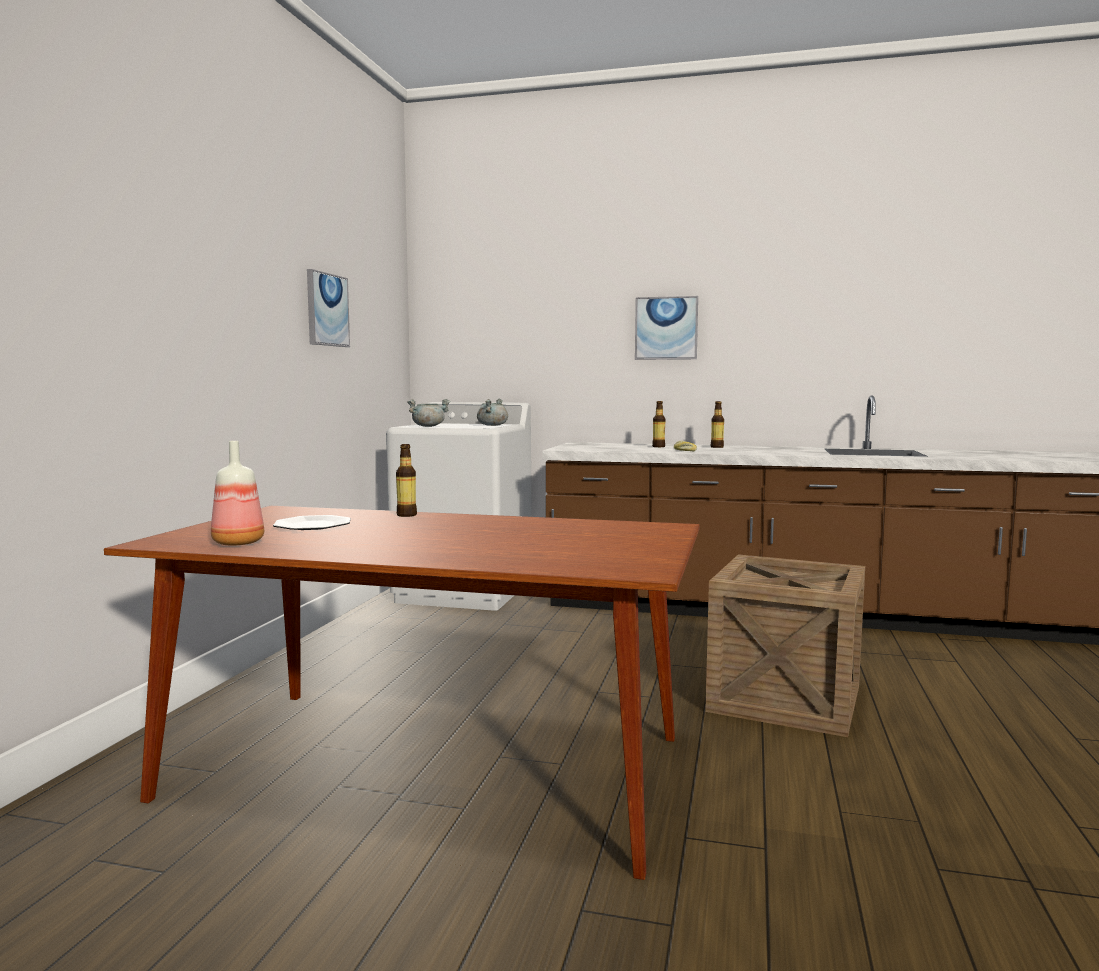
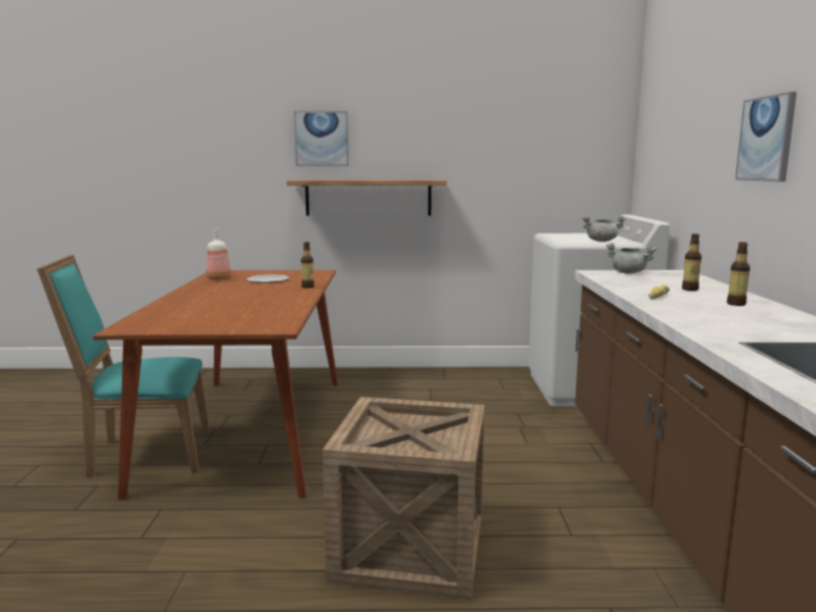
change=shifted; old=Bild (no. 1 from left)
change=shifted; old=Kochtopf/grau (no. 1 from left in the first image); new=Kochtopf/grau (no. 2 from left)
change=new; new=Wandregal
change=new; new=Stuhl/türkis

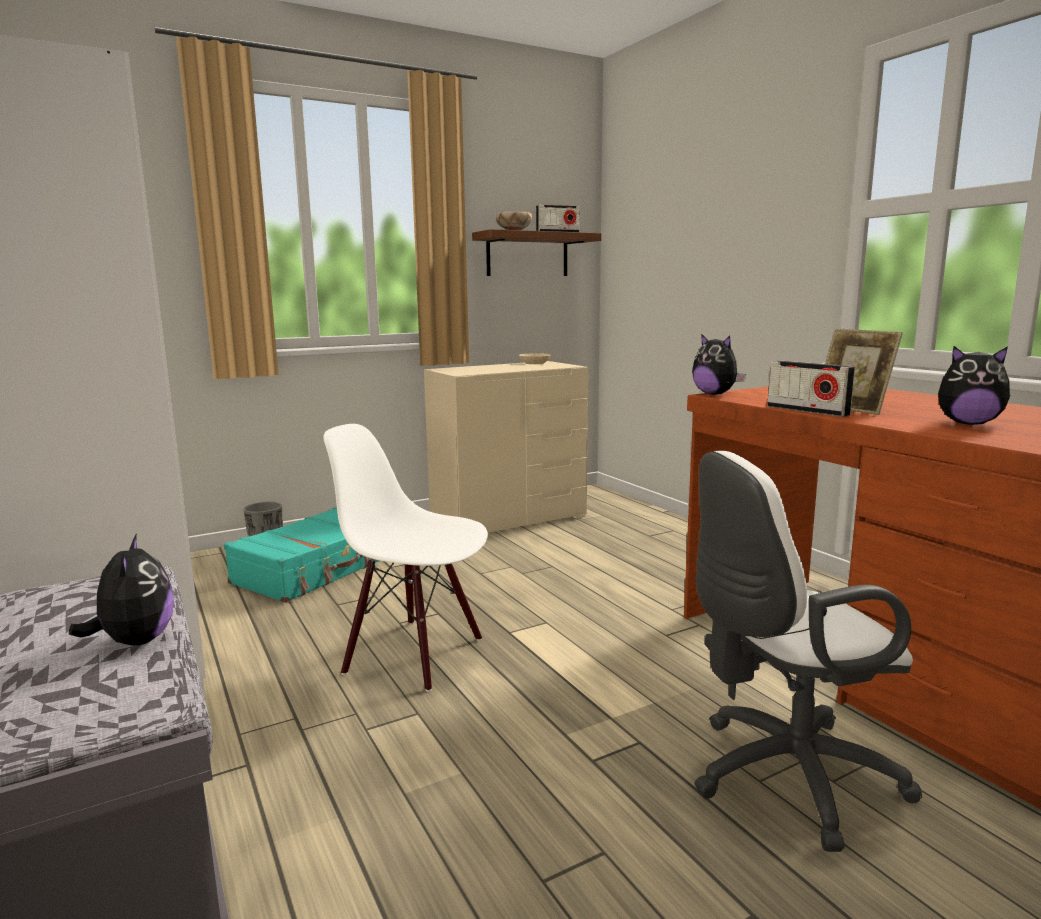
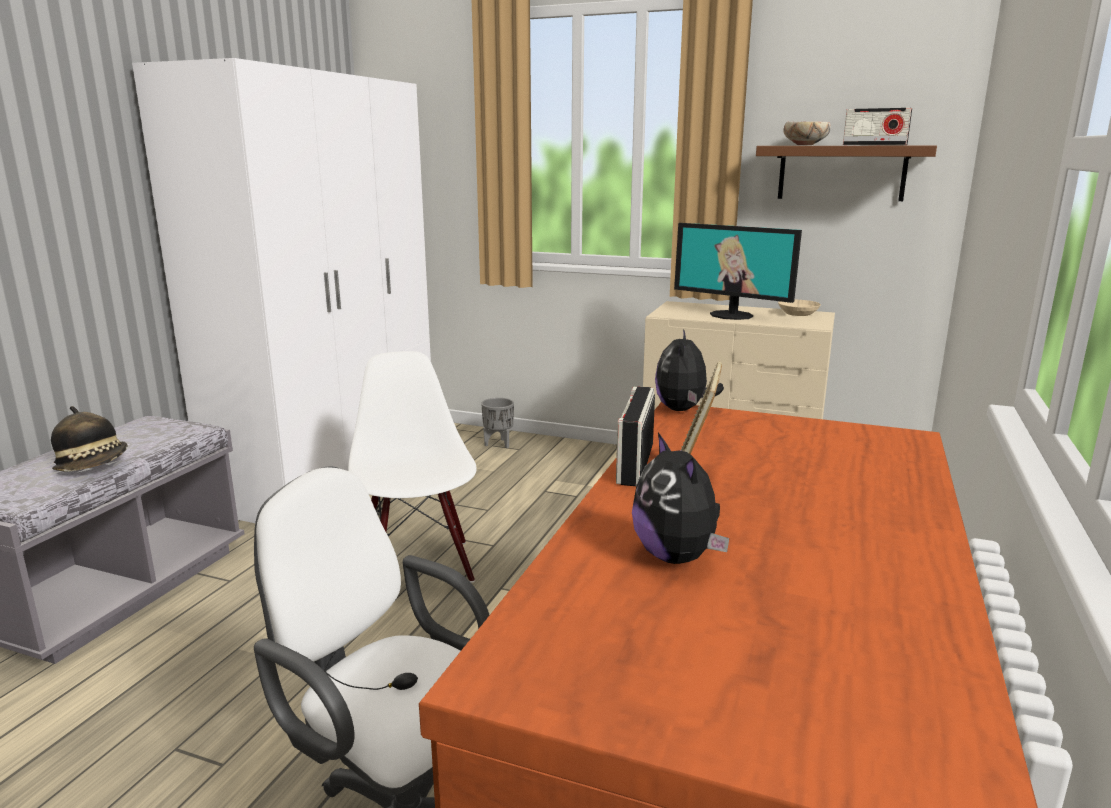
change=gone; old=Koffer/türkis
change=swapped; old=Plüschtier (no. 1 from left); new=Hut
change=new; new=Monitor

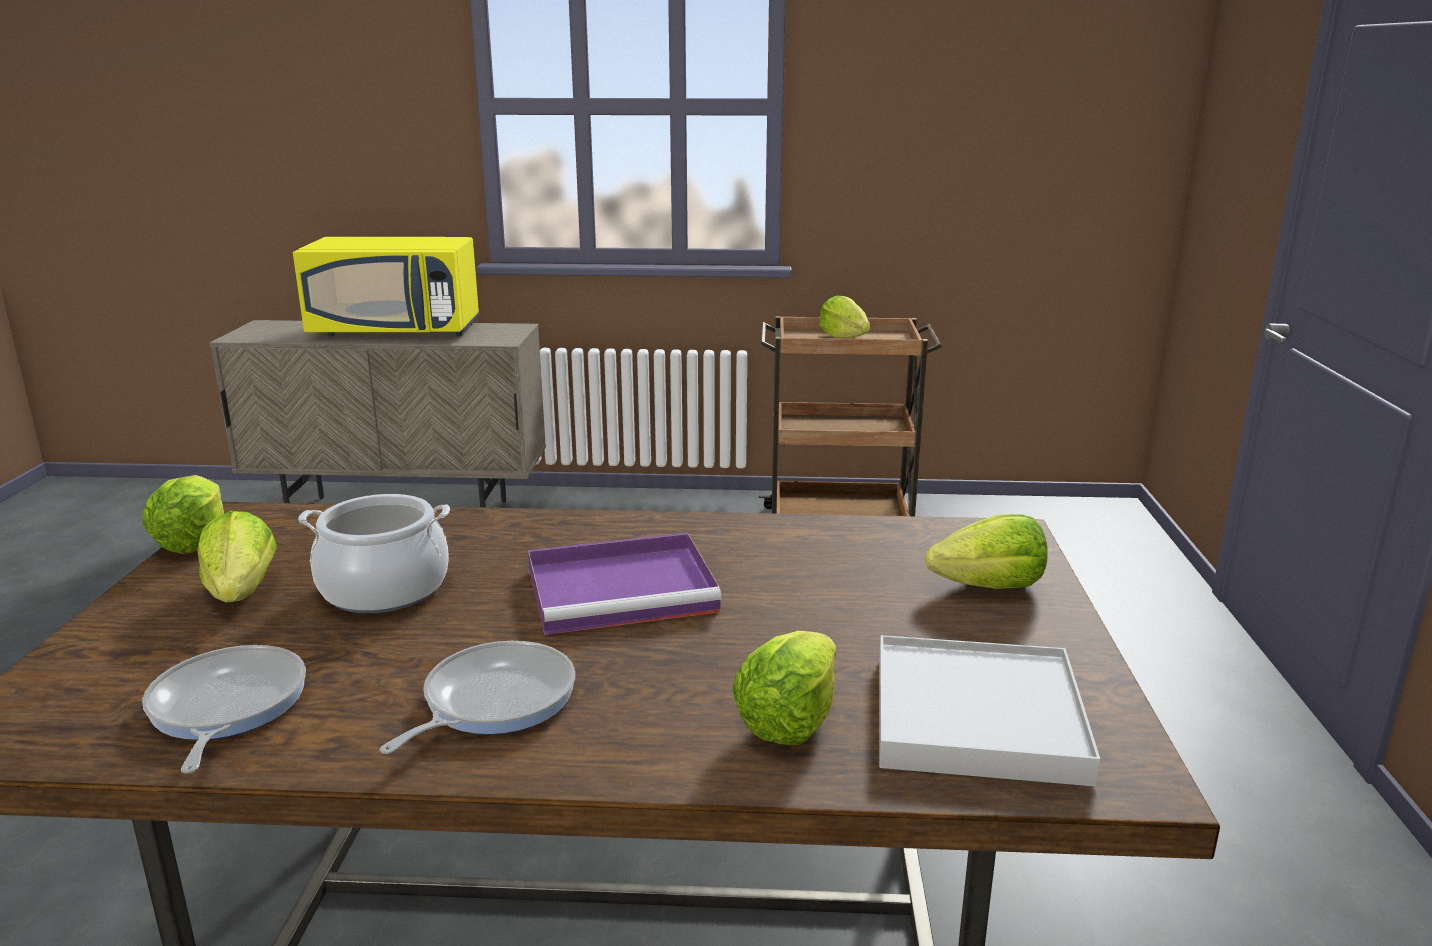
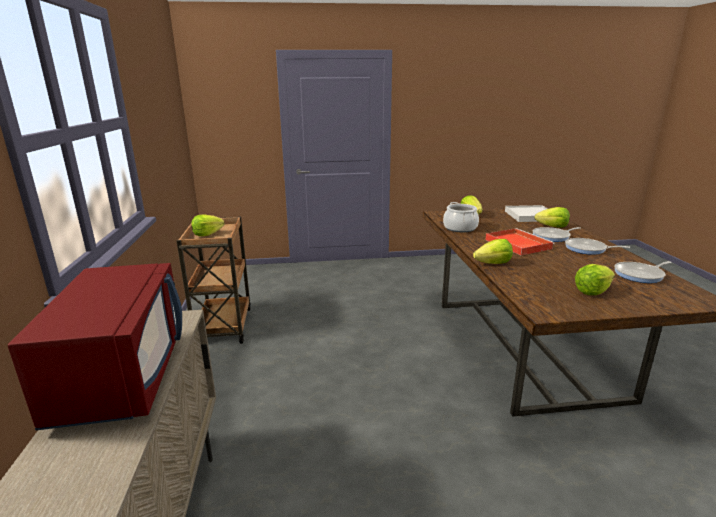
change=repainted; old=Mikrowelle/gelb; new=Mikrowelle/rot
change=shifted; old=Salatkopf (no. 1 from left in the first image); new=Salatkopf (no. 3 from left)
change=shifted; old=Kochtopf
change=repainted; old=Tablett/lila; new=Tablett/rot
change=new; new=Pfanne (no. 1 from left)

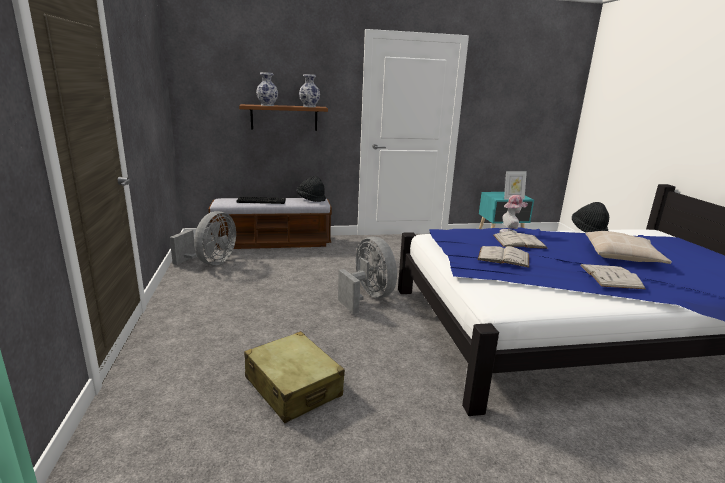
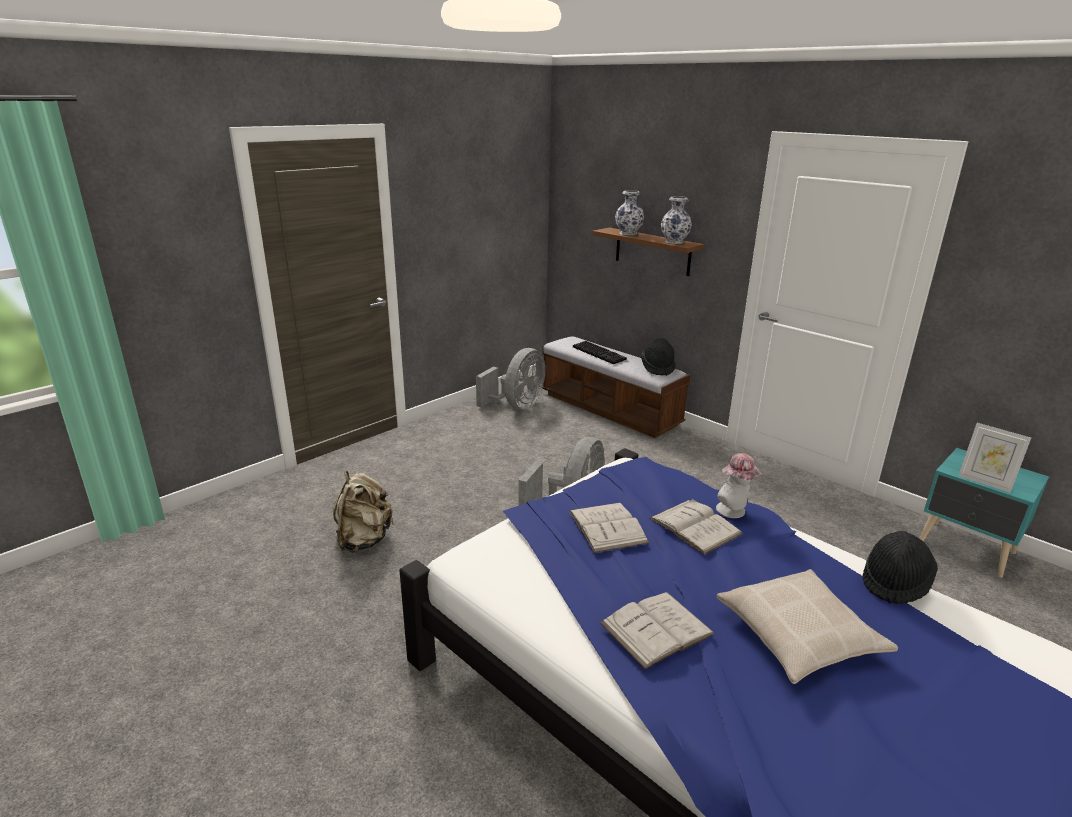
change=rotated; old=Ventilator/grau (no. 1 from left); degrees=-45
change=swapped; old=Koffer/beige; new=Rucksack/beige

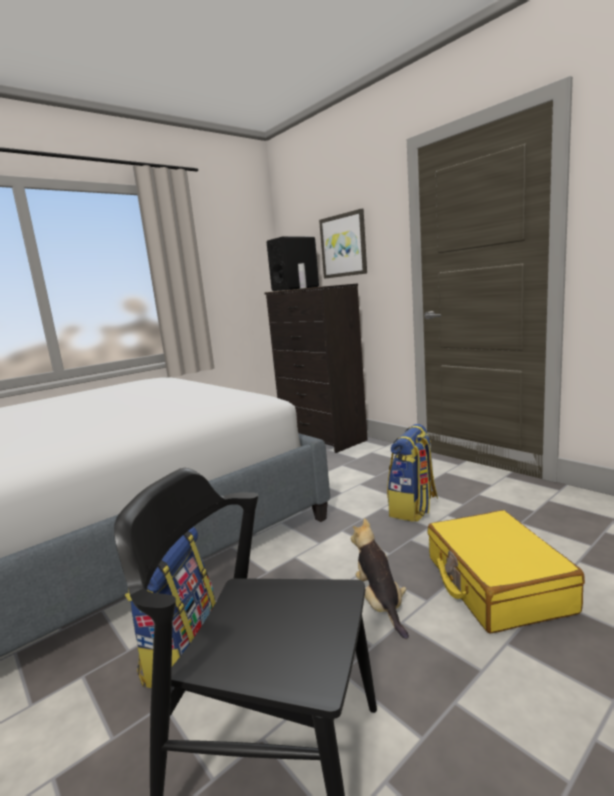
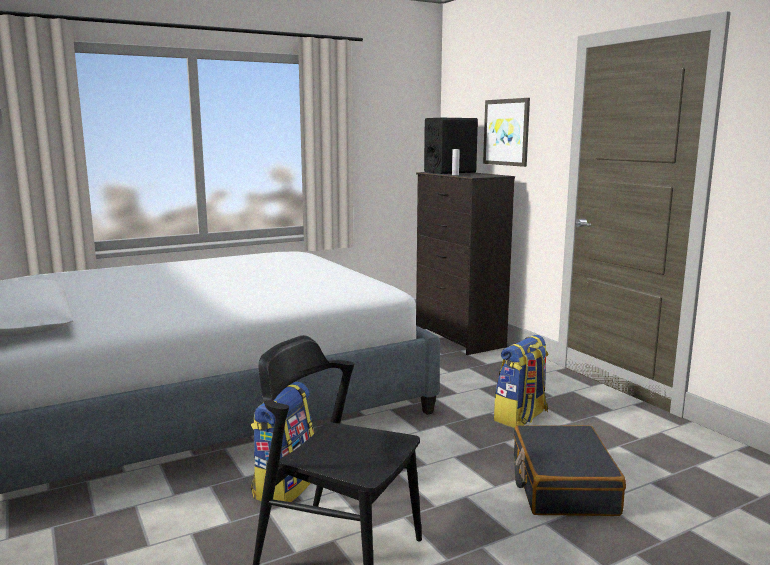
change=repainted; old=Koffer/gelb; new=Koffer/schwarz
change=gone; old=Plüschtier

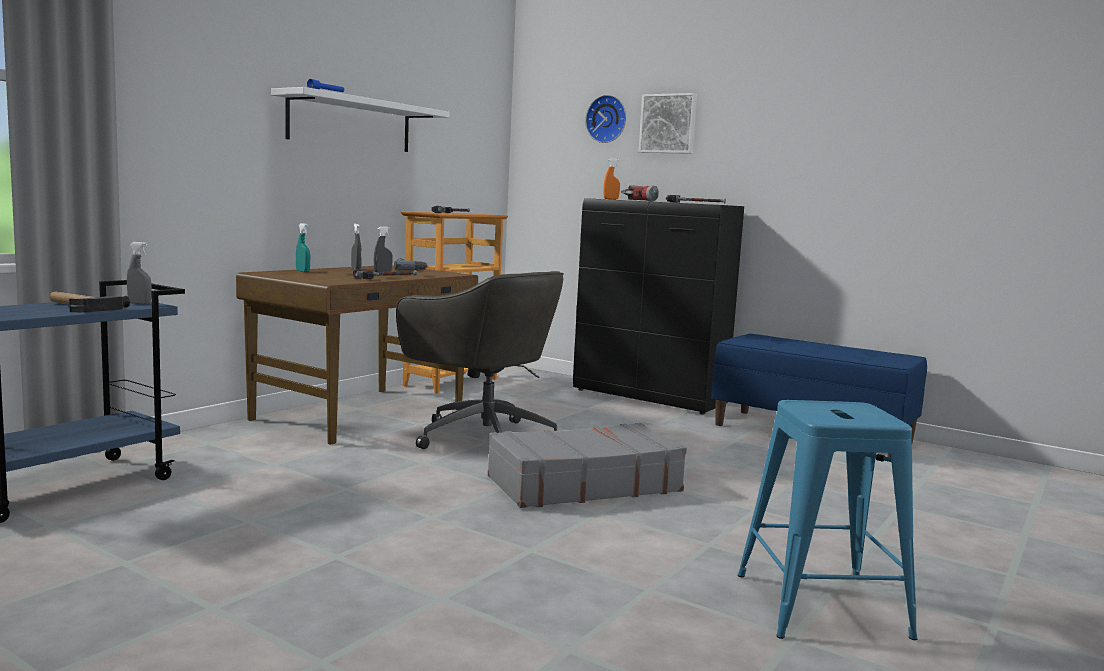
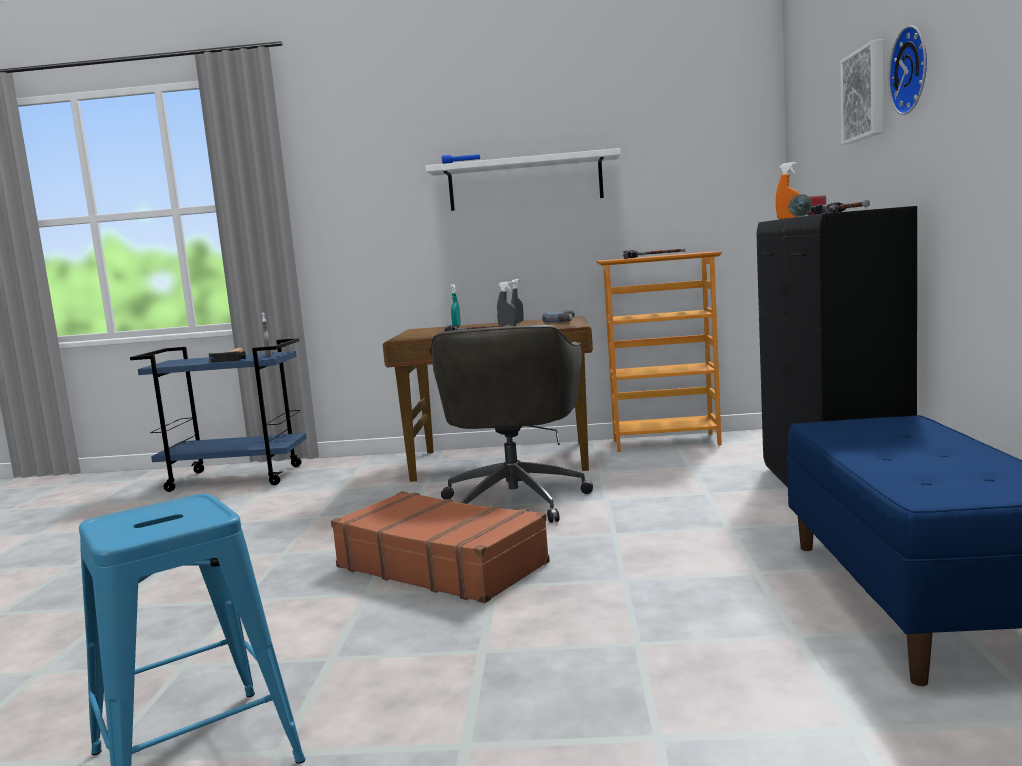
change=shifted; old=Wanduhr
change=repainted; old=Koffer/grau; new=Koffer/braun

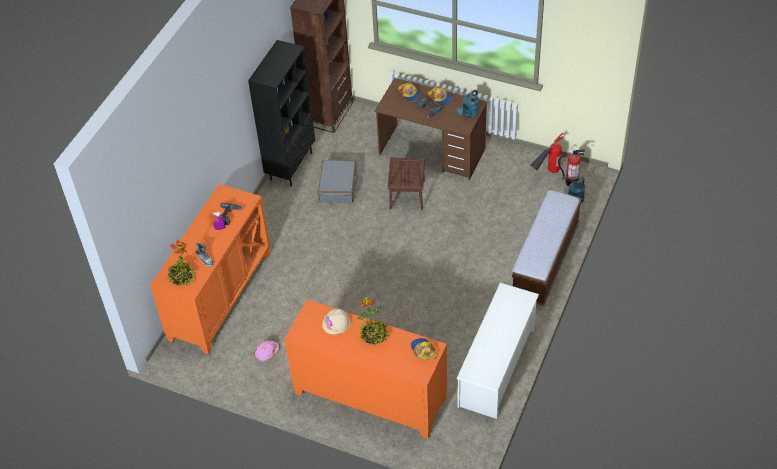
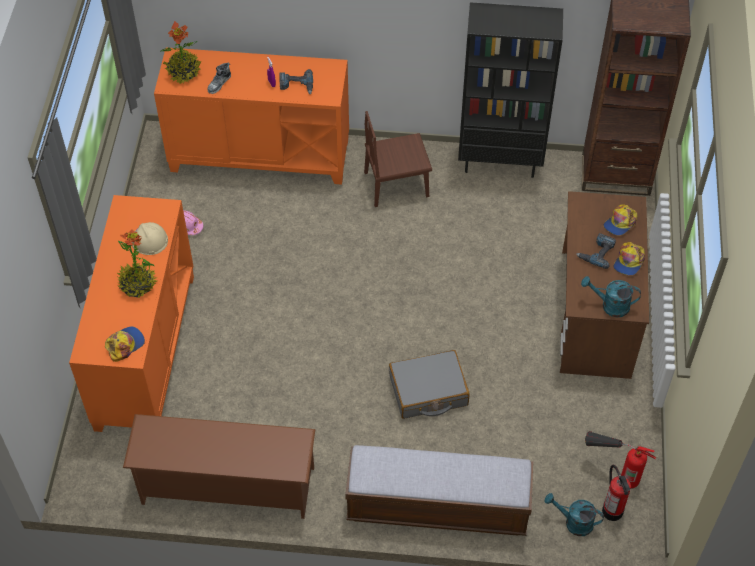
change=shifted; old=Stuhl/braun
change=shifted; old=Koffer/grau
change=repainted; old=Schuhregal/weiß; new=Schuhregal/braun

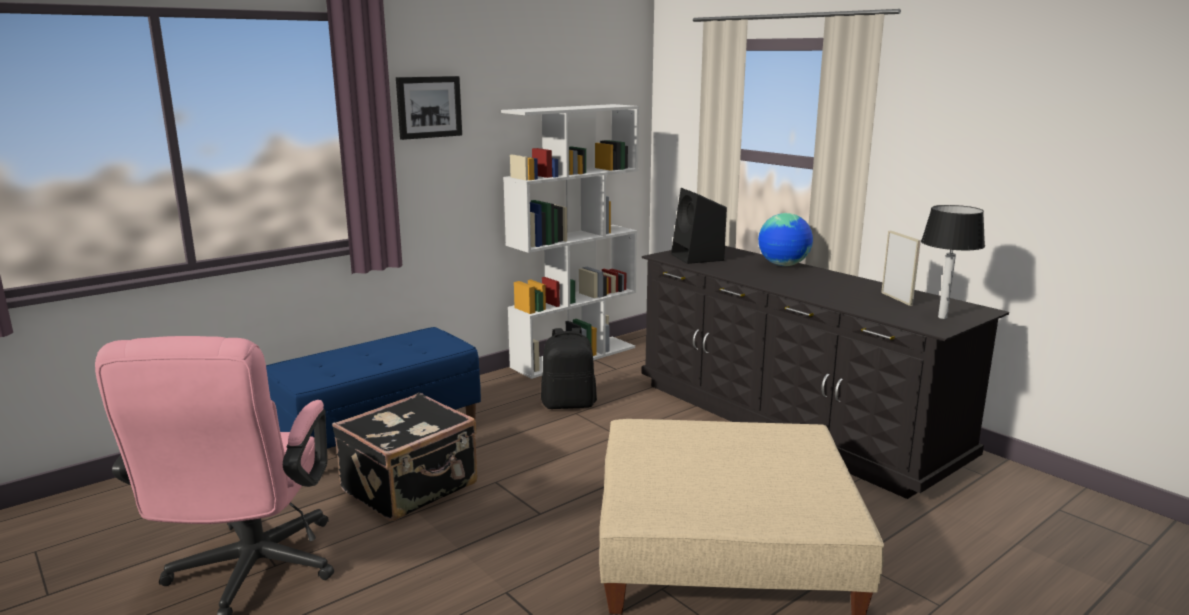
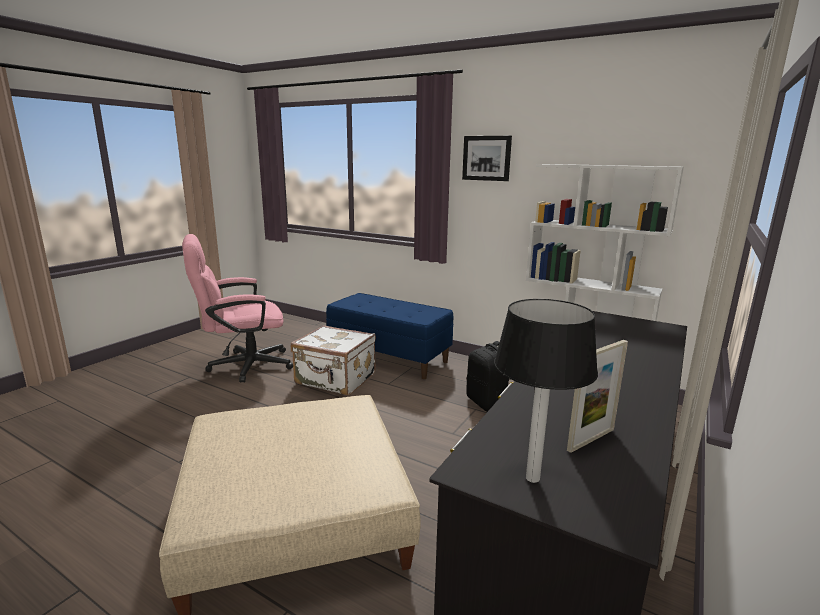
change=gone; old=Lautsprecher/schwarz
change=gone; old=Globus
change=repainted; old=Koffer/schwarz; new=Koffer/weiß

